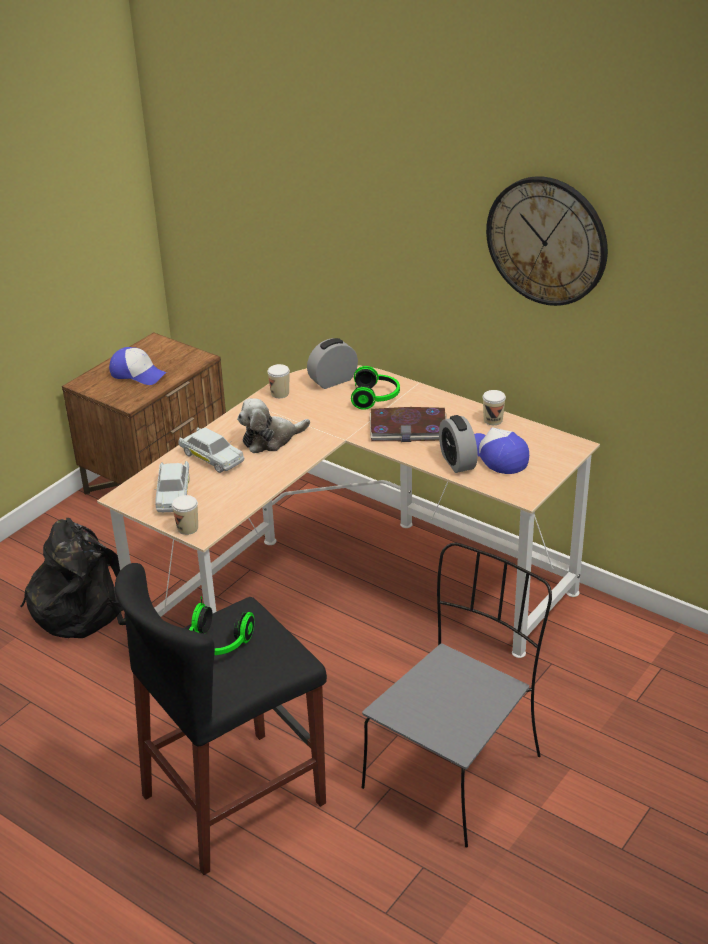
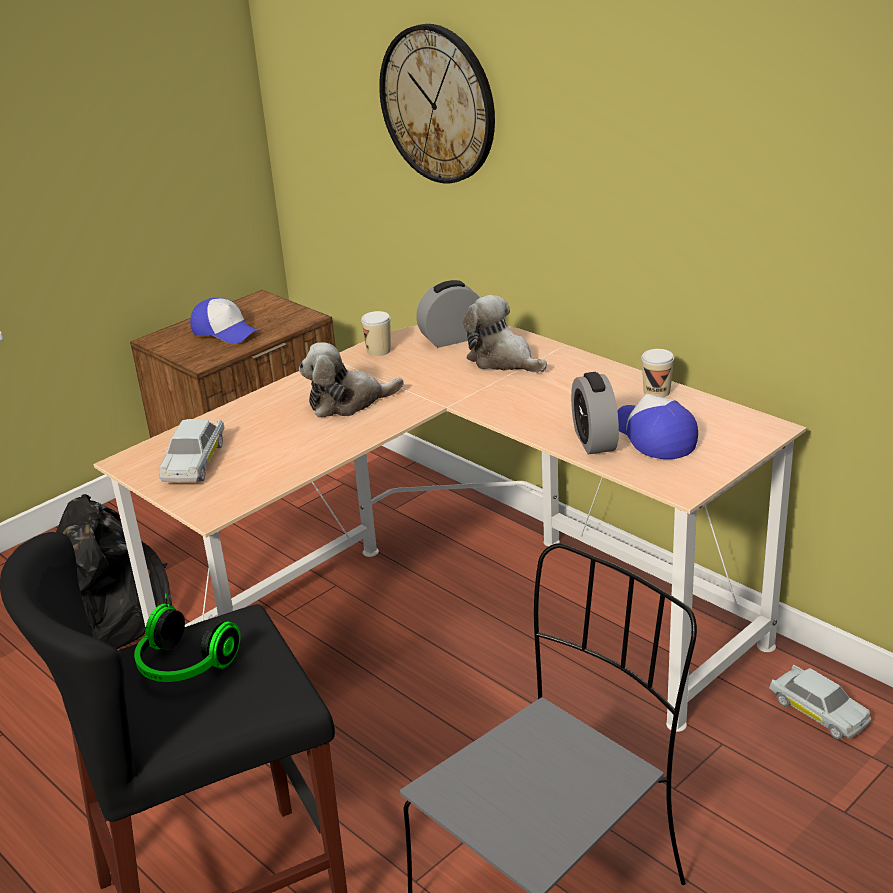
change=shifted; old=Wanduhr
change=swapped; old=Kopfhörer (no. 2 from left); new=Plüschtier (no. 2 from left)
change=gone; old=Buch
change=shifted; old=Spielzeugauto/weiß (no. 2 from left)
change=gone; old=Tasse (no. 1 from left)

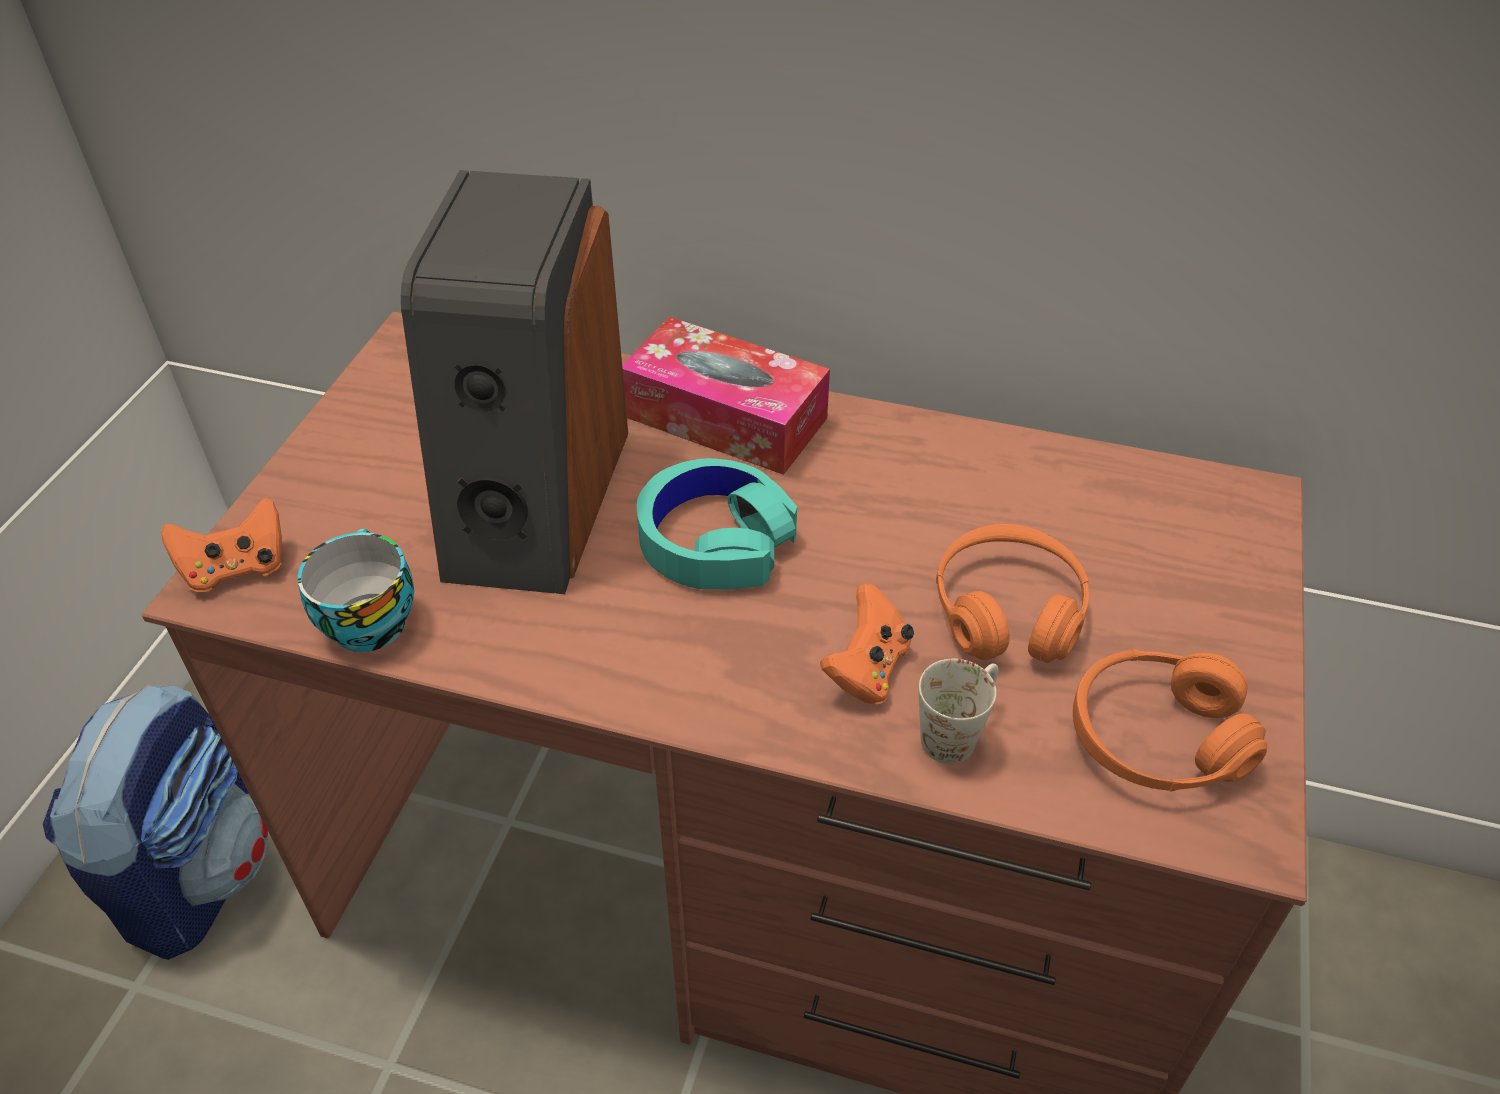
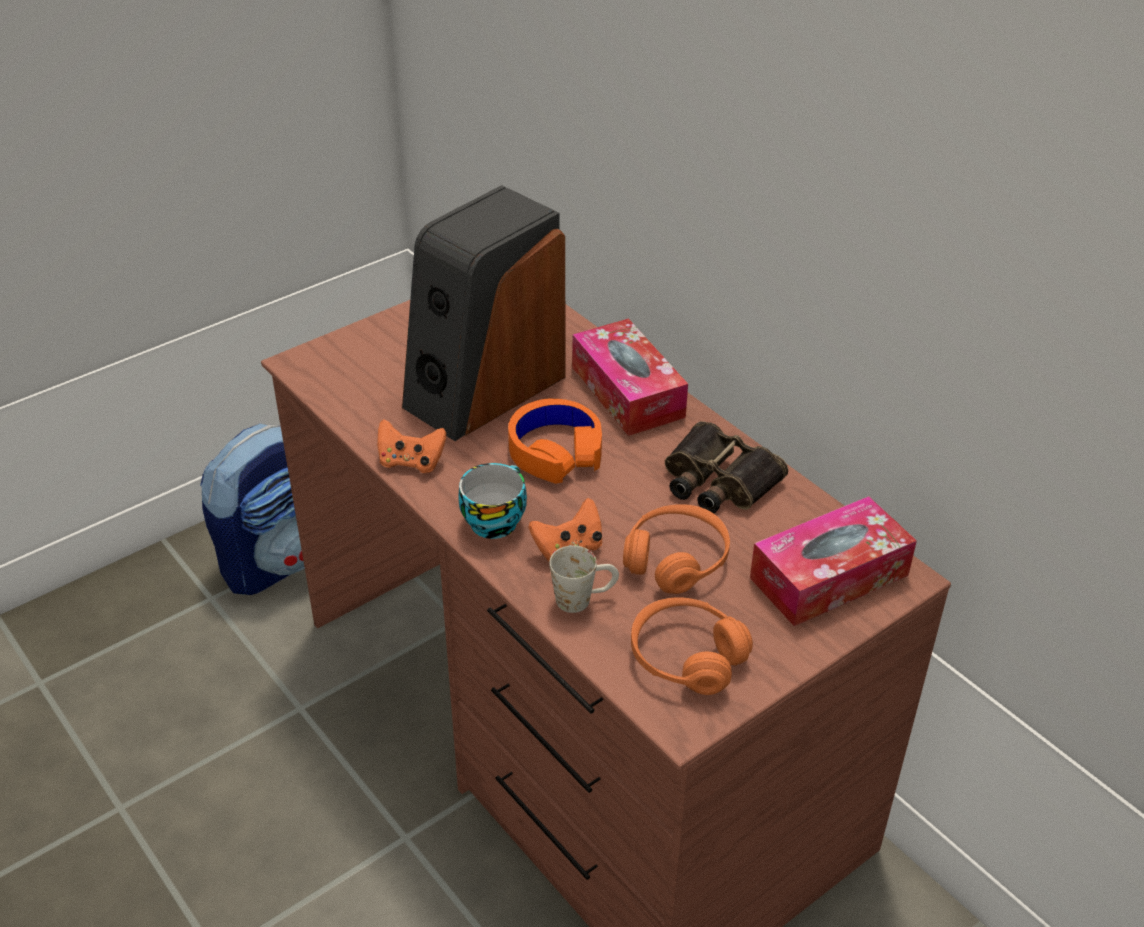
change=repainted; old=Kopfhörer/türkis; new=Kopfhörer/orange (no. 1 from left)
change=shifted; old=Gamepad/orange (no. 1 from left)
change=shifted; old=Tasse
change=new; new=Fernglas
change=new; new=Taschentuchbox (no. 2 from left)

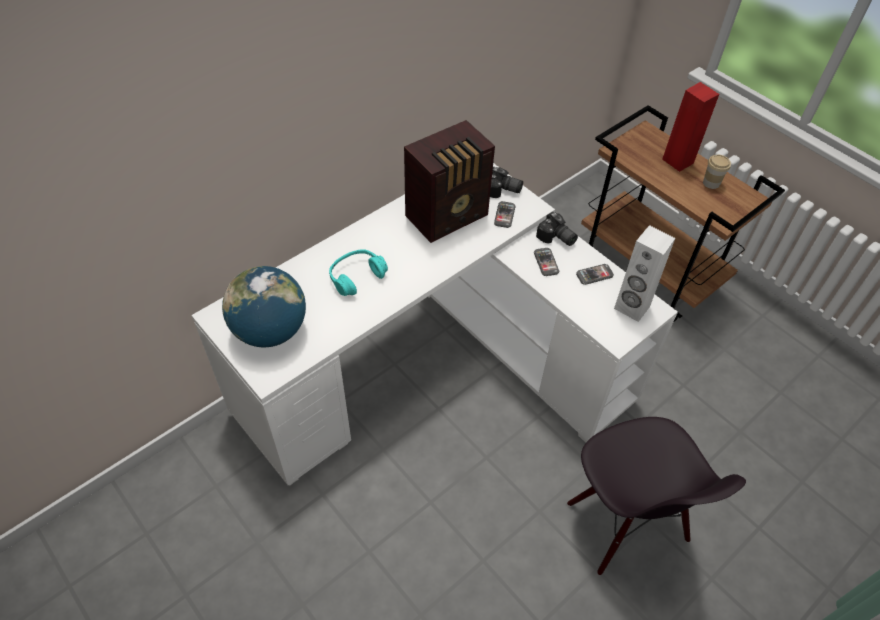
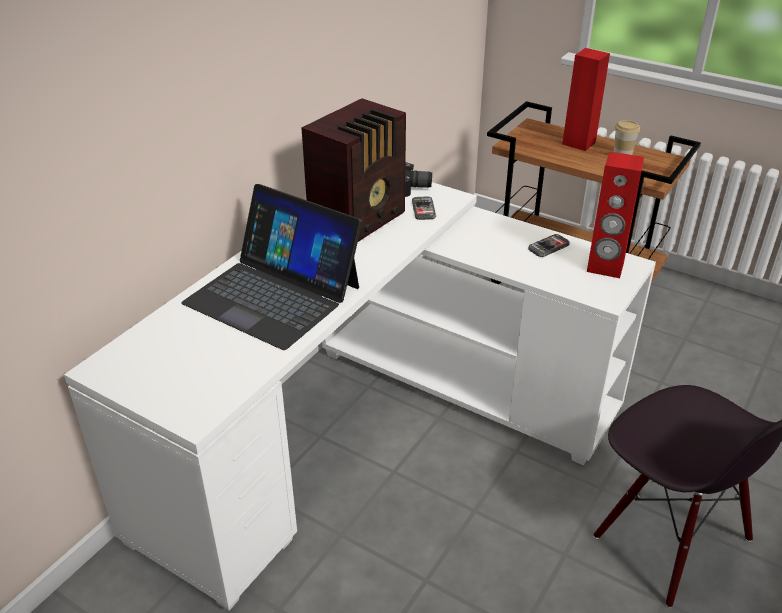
change=gone; old=Kamera (no. 2 from left)
change=repainted; old=Lautsprecher/weiß; new=Lautsprecher/rot (no. 2 from left)
change=gone; old=Handy (no. 2 from left)
change=swapped; old=Kopfhörer/türkis; new=Laptop
change=gone; old=Globus

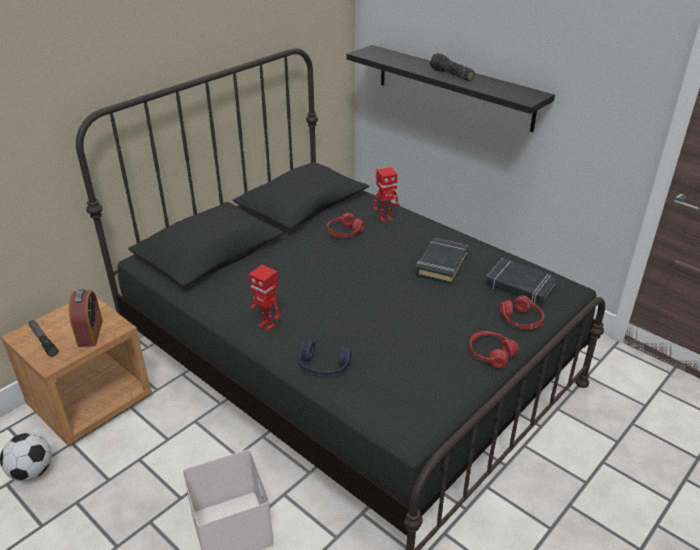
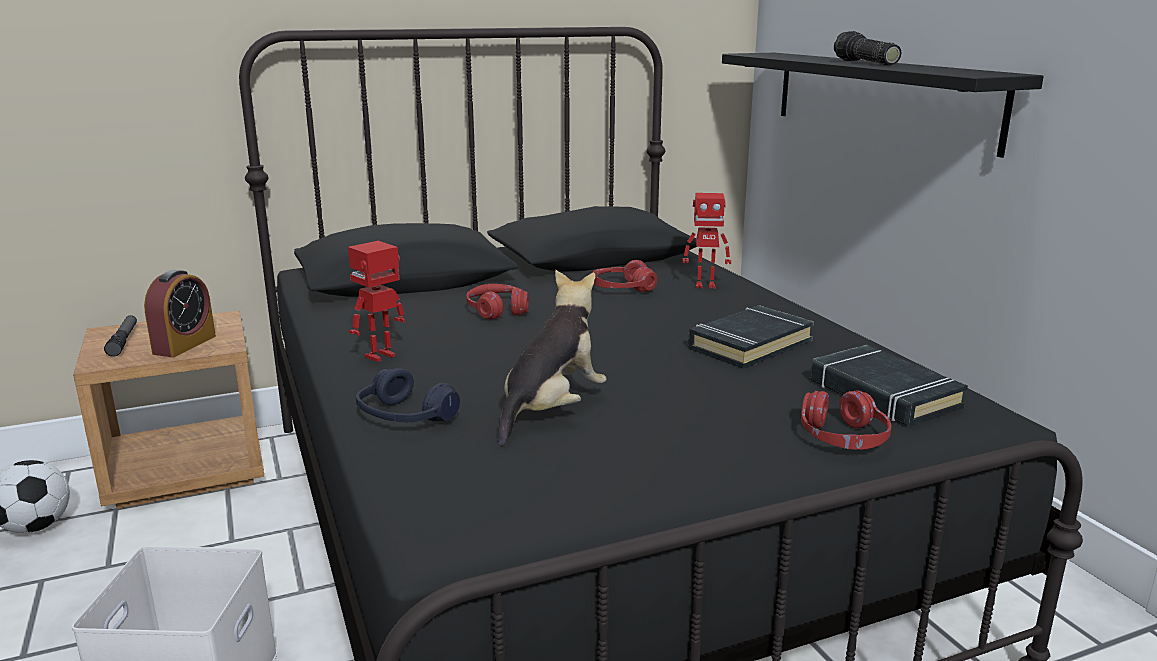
change=rotated; old=Spielzeugroboter (no. 1 from left); degrees=75
change=shifted; old=Kopfhörer/rot (no. 2 from left in the first image); new=Kopfhörer/rot (no. 1 from left)
change=new; new=Plüschtier

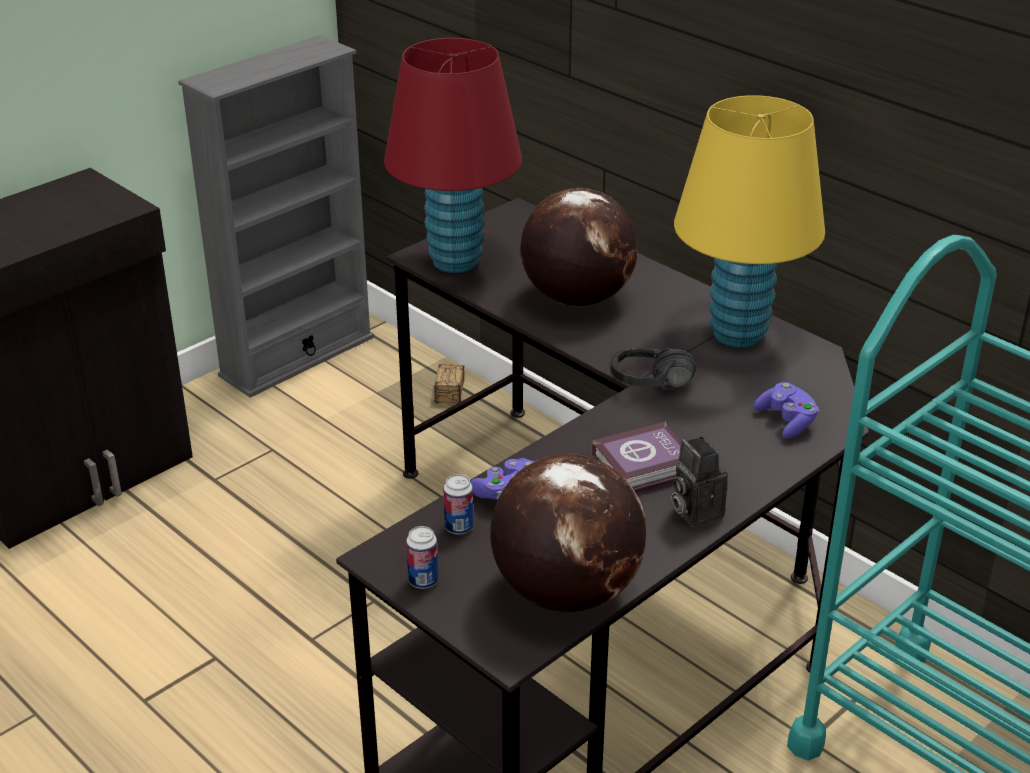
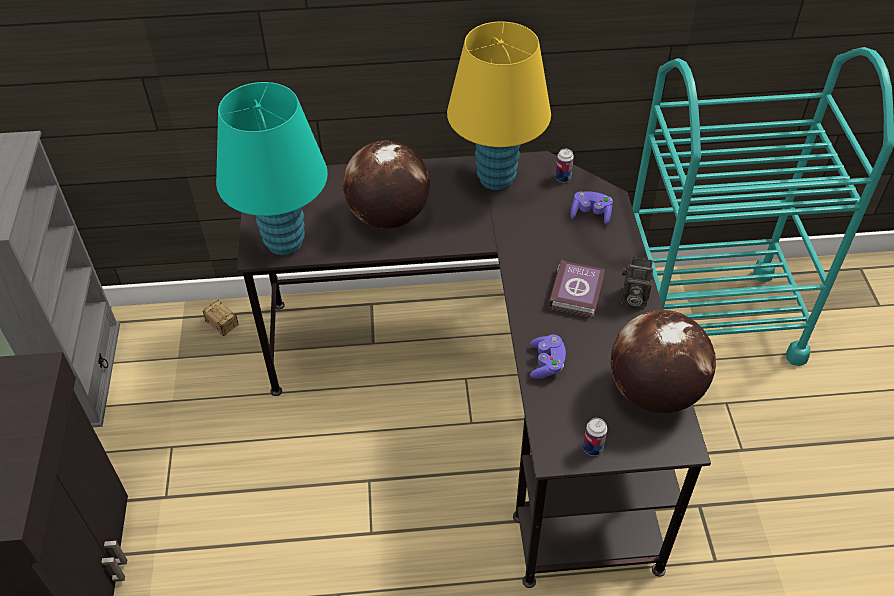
change=repainted; old=Tischlampe/rot; new=Tischlampe/türkis
change=gone; old=Kopfhörer/schwarz
change=shifted; old=Dose (no. 2 from left in the first image); new=Dose (no. 1 from left)

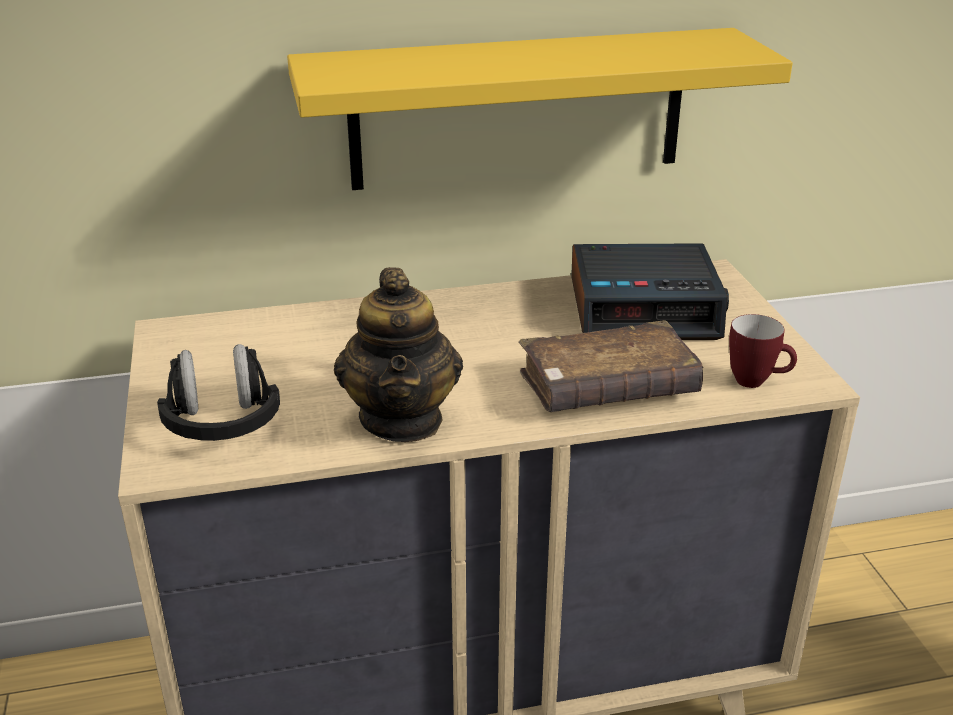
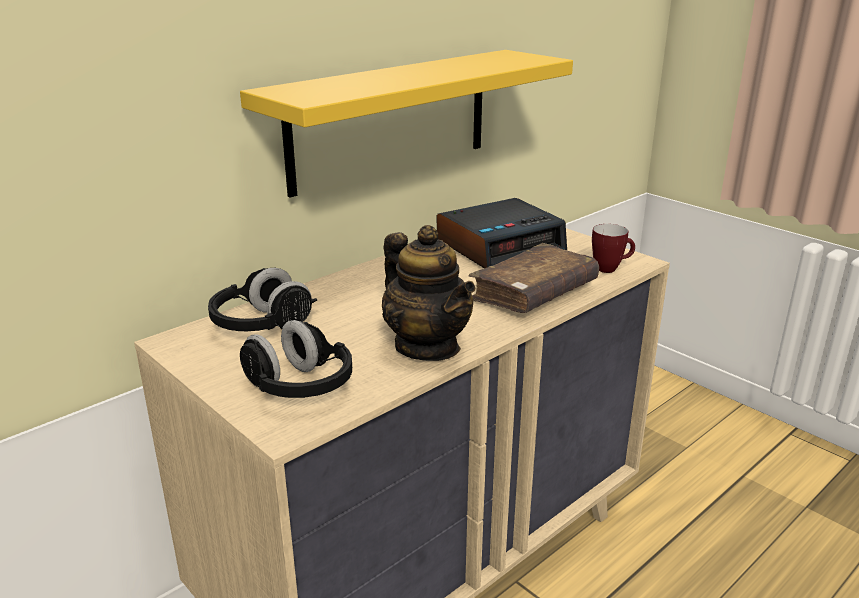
change=new; new=Kopfhörer/schwarz (no. 1 from left)

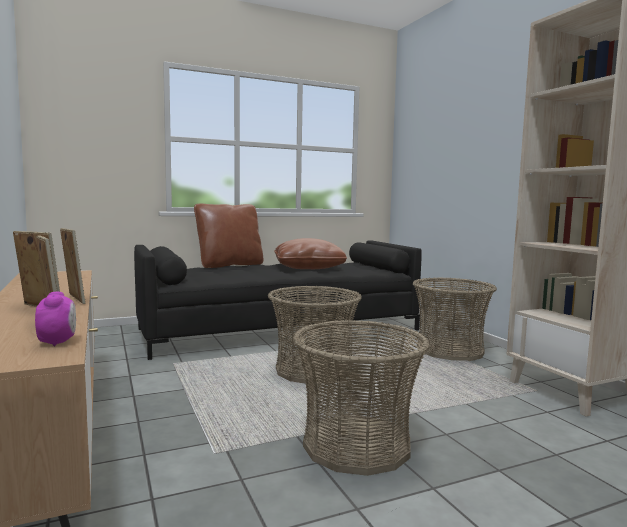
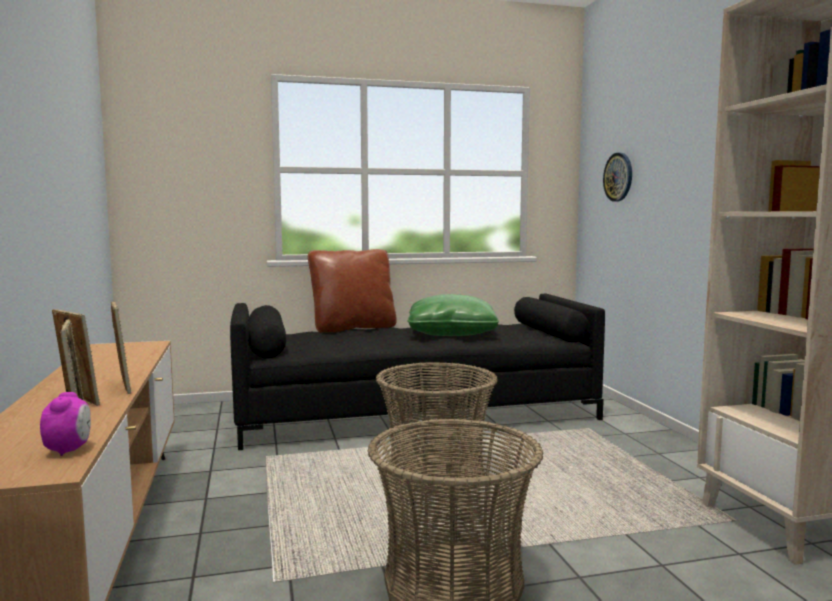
change=repainted; old=Kissen/braun (no. 2 from left); new=Kissen/grün
change=gone; old=Korb (no. 3 from left)
change=new; new=Wanduhr

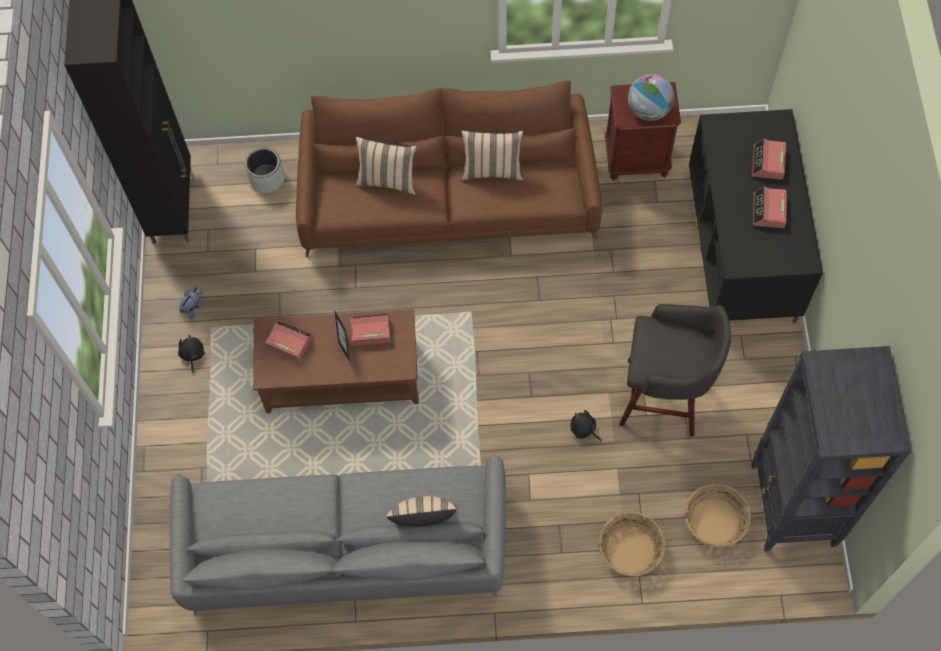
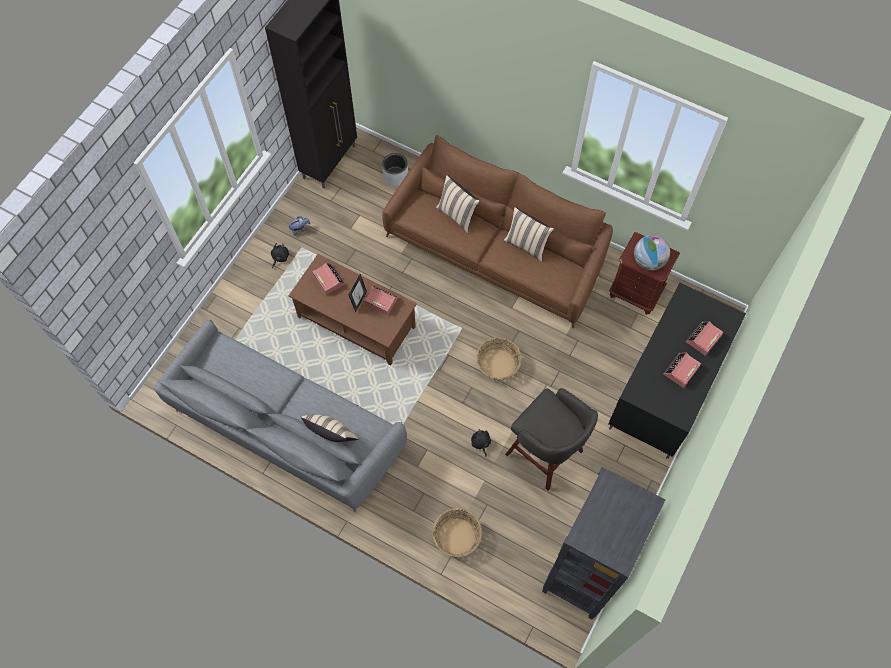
change=shifted; old=Korb (no. 2 from left)

